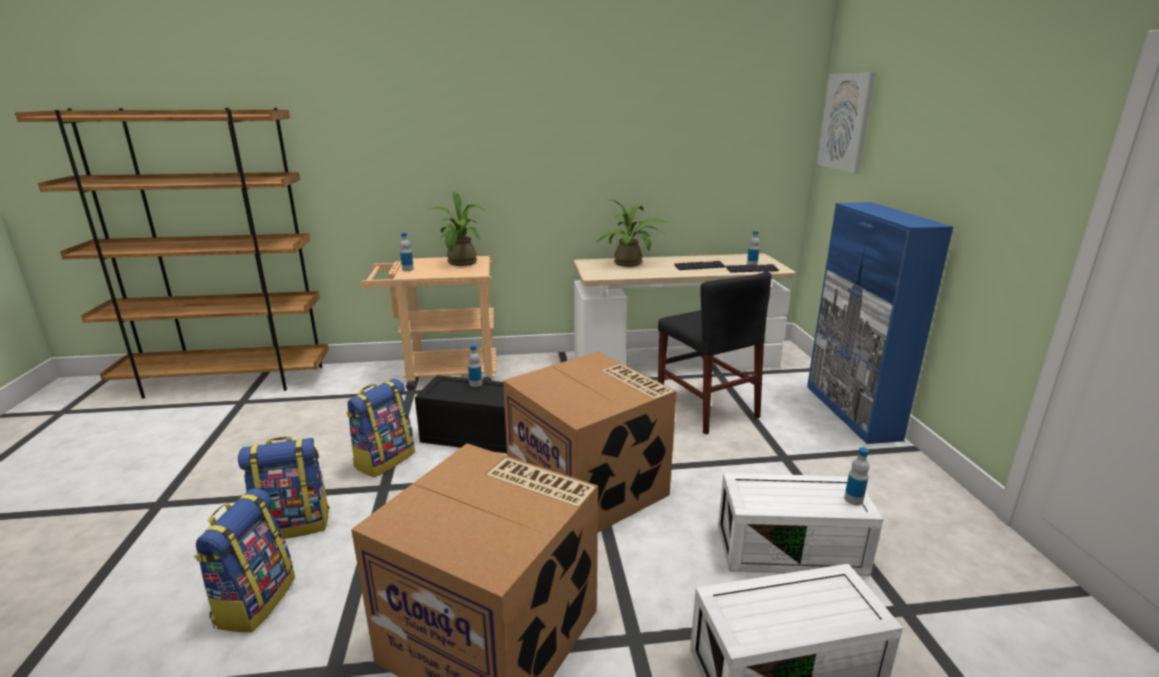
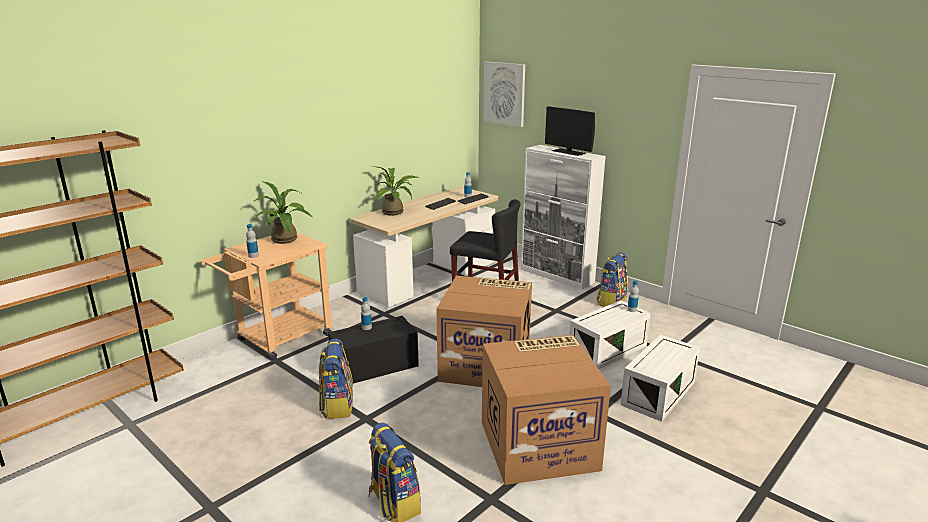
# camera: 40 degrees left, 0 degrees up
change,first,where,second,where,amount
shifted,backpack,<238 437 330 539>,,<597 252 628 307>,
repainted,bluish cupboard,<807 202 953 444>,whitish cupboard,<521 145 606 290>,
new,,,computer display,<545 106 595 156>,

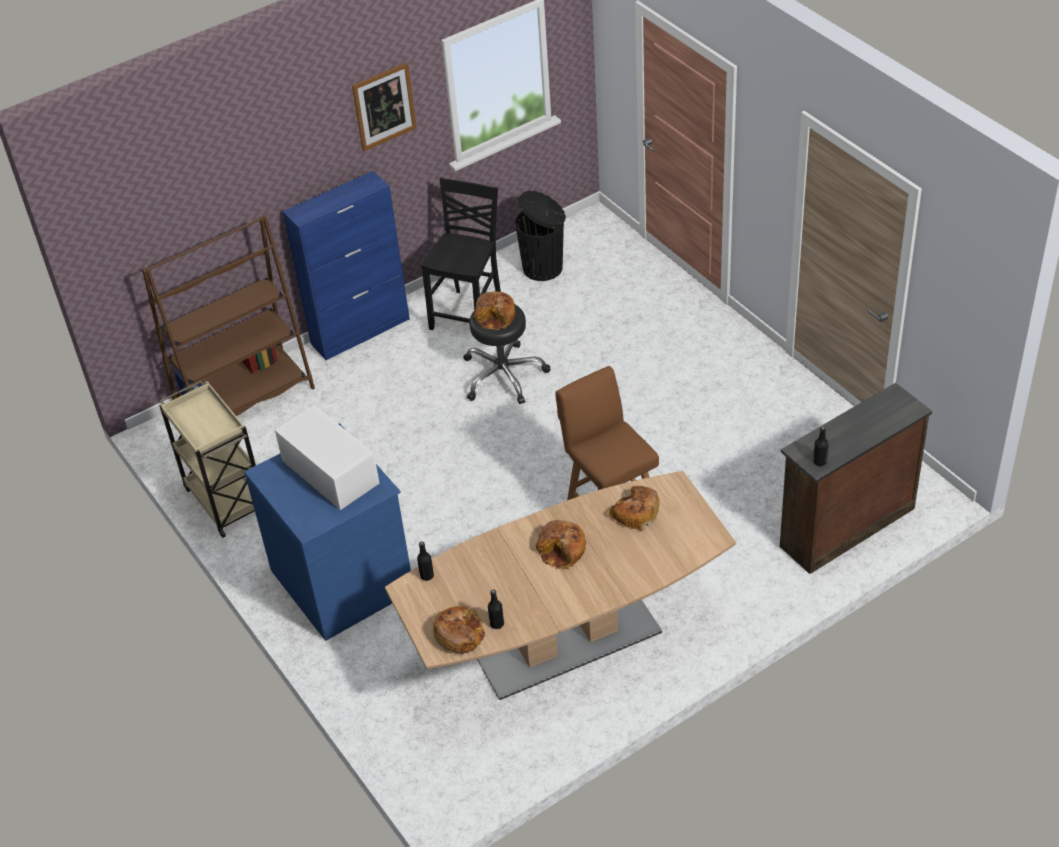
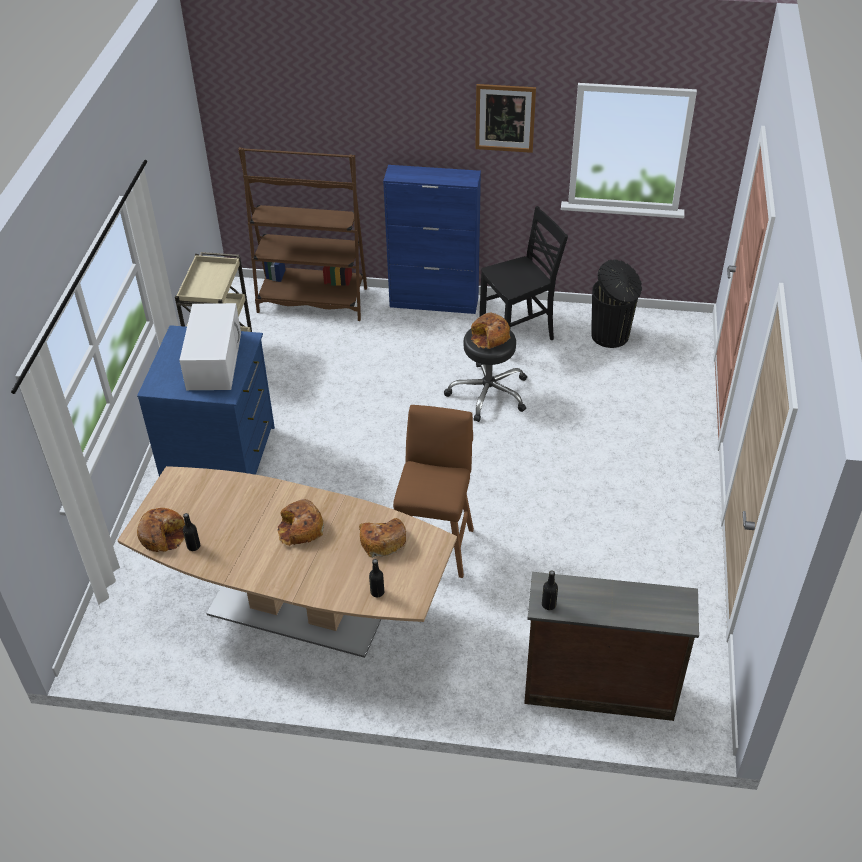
# camera: 40 degrees right, 0 degrees up
change,first,where,second,where,amount
shifted,black drink bottle,<417 542 434 581>,,<369 559 384 597>,

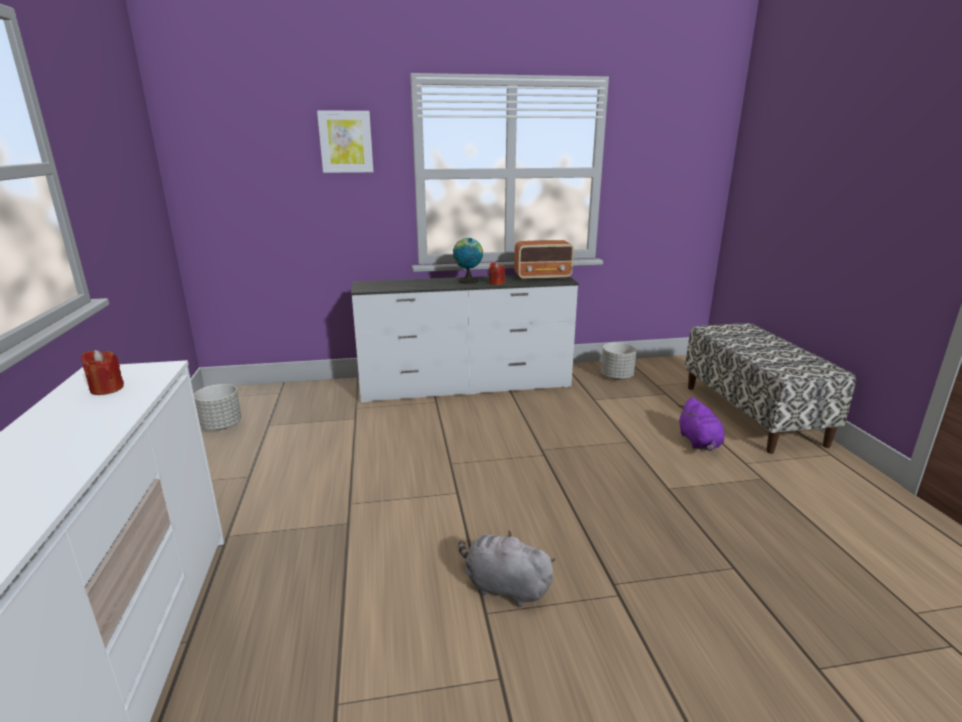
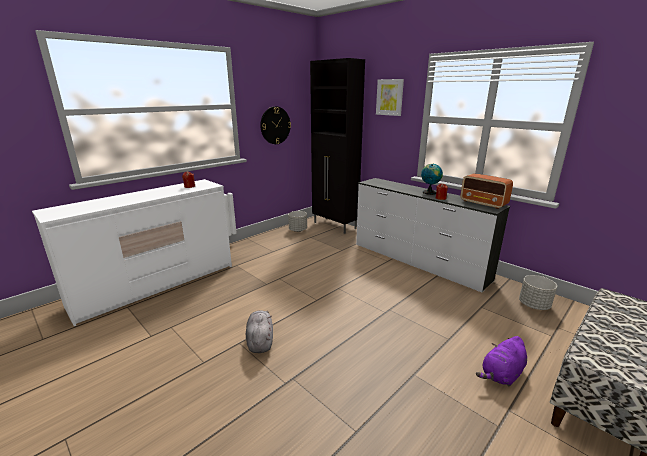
# camera: 55 degrees right, 0 degrees up
change,first,where,second,where,amount
new,,,clock on the wall,<260 106 291 144>,
new,,,black cupboard,<310 58 365 234>,

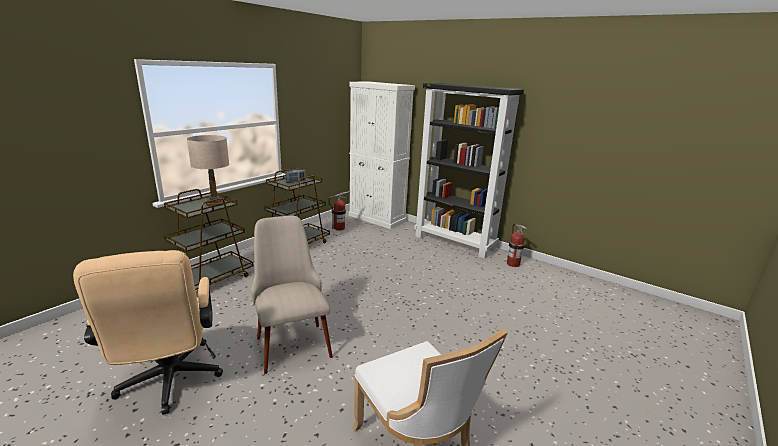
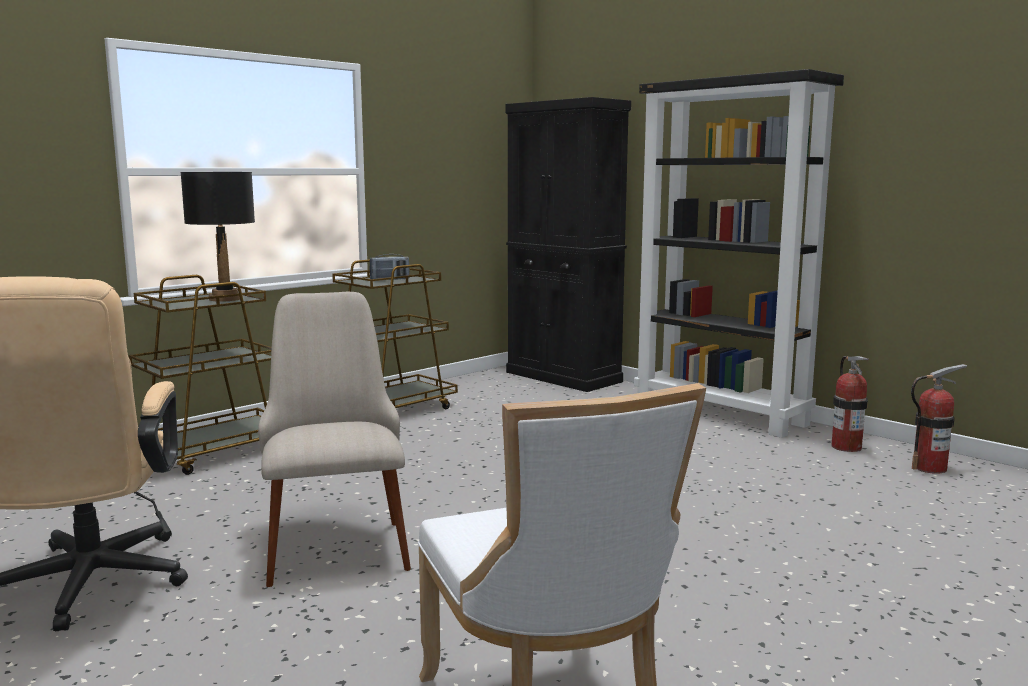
# camera: 10 degrees right, 10 degrees down
change,first,where,second,where,amount
repainted,sand-coloured tabletop lamp,<187 135 229 207>,black tabletop lamp,<180 172 255 302>,
shifted,fire extinguisher,<328 191 350 230>,,<911 364 968 474>,
repainted,whitish cupboard,<349 82 415 229>,black cupboard,<505 97 631 392>,

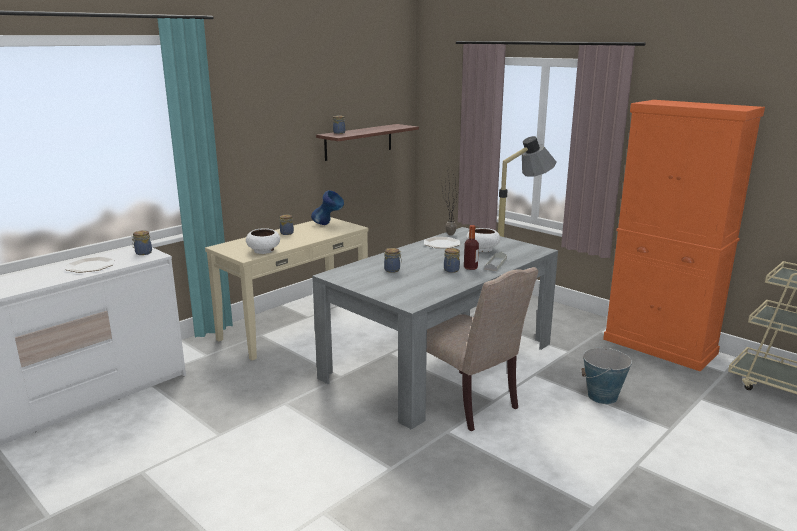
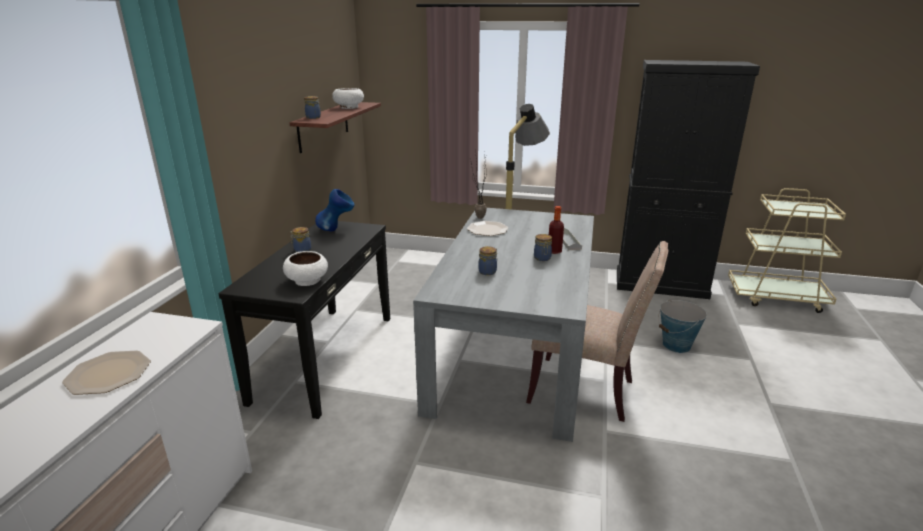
# camera: 30 degrees left, 5 degrees up
change,first,where,second,where,amount
gone,preserve jar,<132 230 152 255>,,,
repainted,sand-coloured hall table,<205 217 369 360>,black hall table,<219 221 390 419>,
shifted,whitish deep dish,<466 228 500 252>,,<332 88 364 109>,
repainted,orange-coloured cupboard,<603 100 765 371>,black cupboard,<617 60 760 299>,

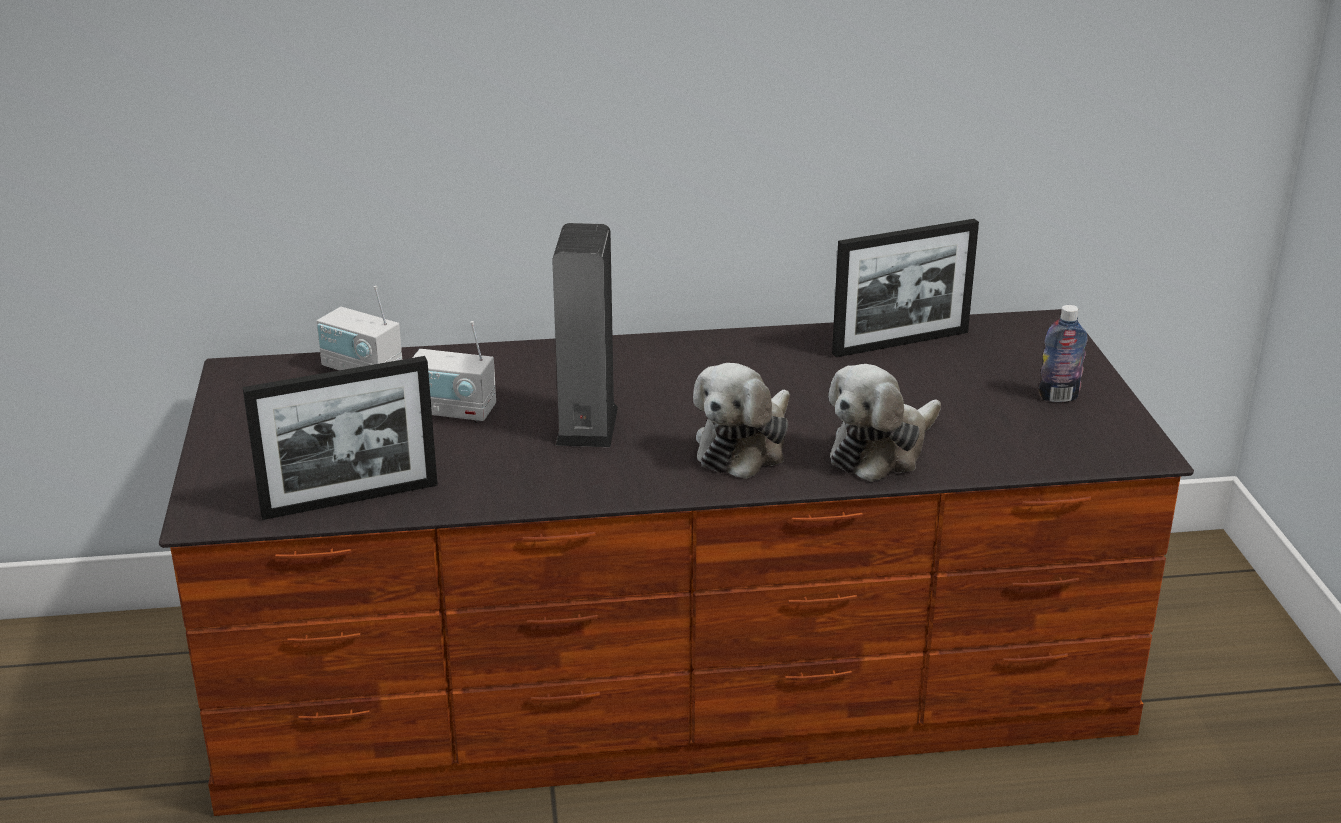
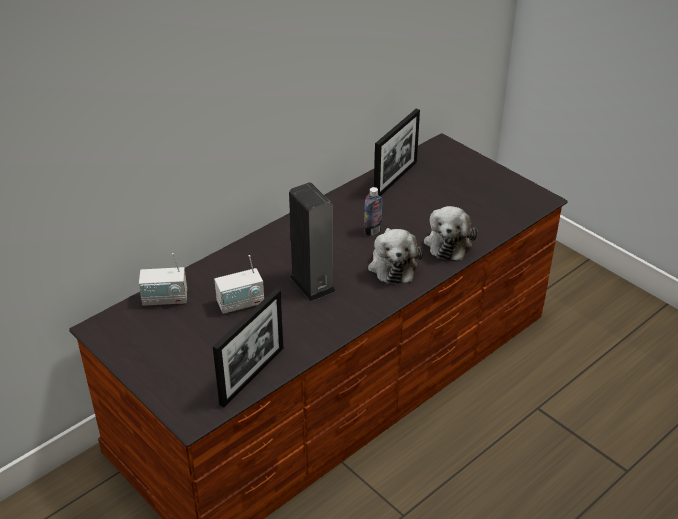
# camera: 35 degrees left, 10 degrees up
change,first,where,second,where,amount
shifted,drink bottle,<1039 305 1087 402>,,<364 187 382 236>,

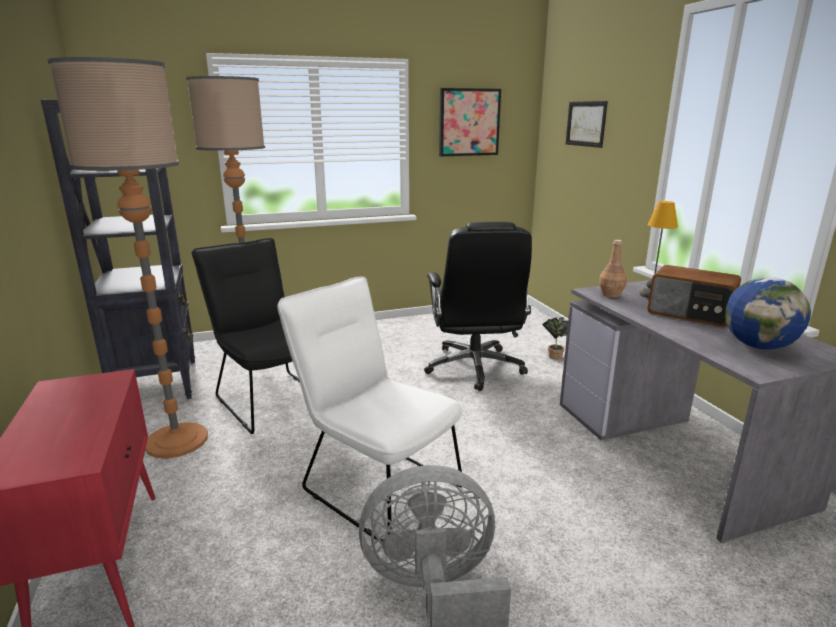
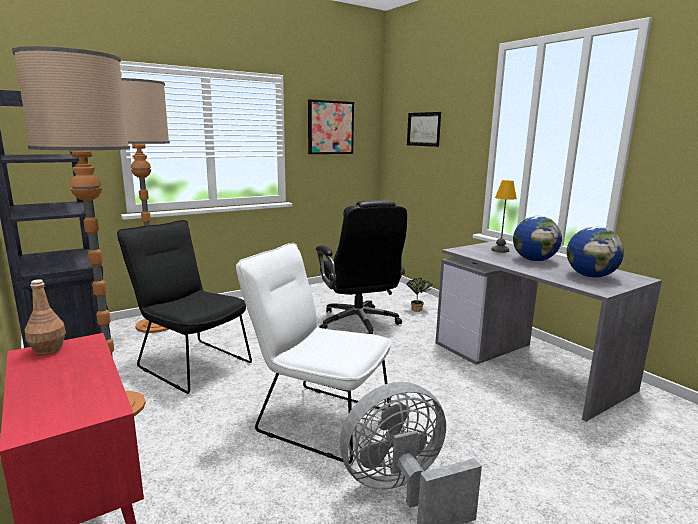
# camera: 15 degrees left, 5 degrees down
change,first,where,second,where,amount
shifted,brown drink bottle,<599 240 627 297>,,<25 279 66 355>,
swapped,radio receiver,<648 265 741 327>,world globe,<513 216 562 261>,

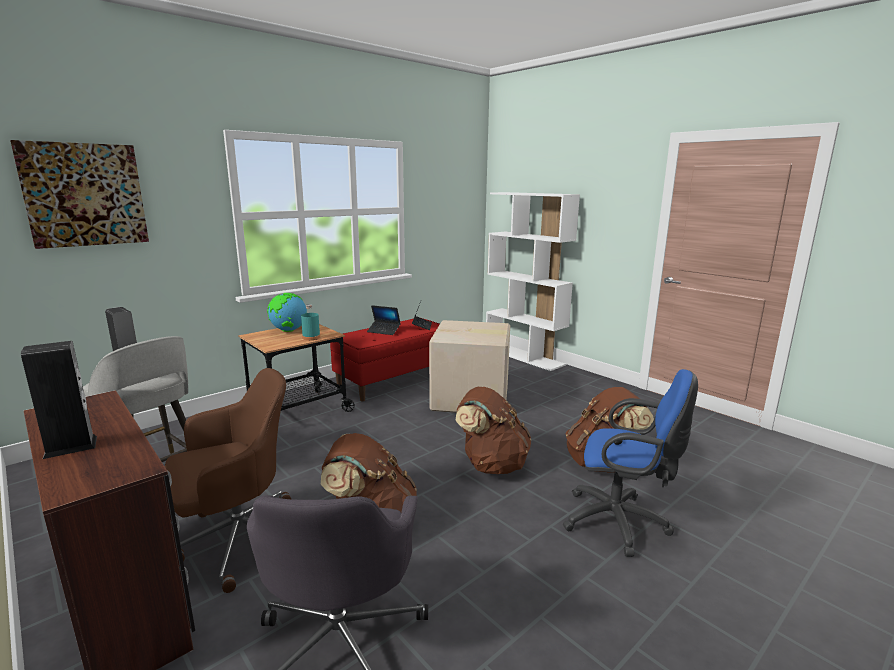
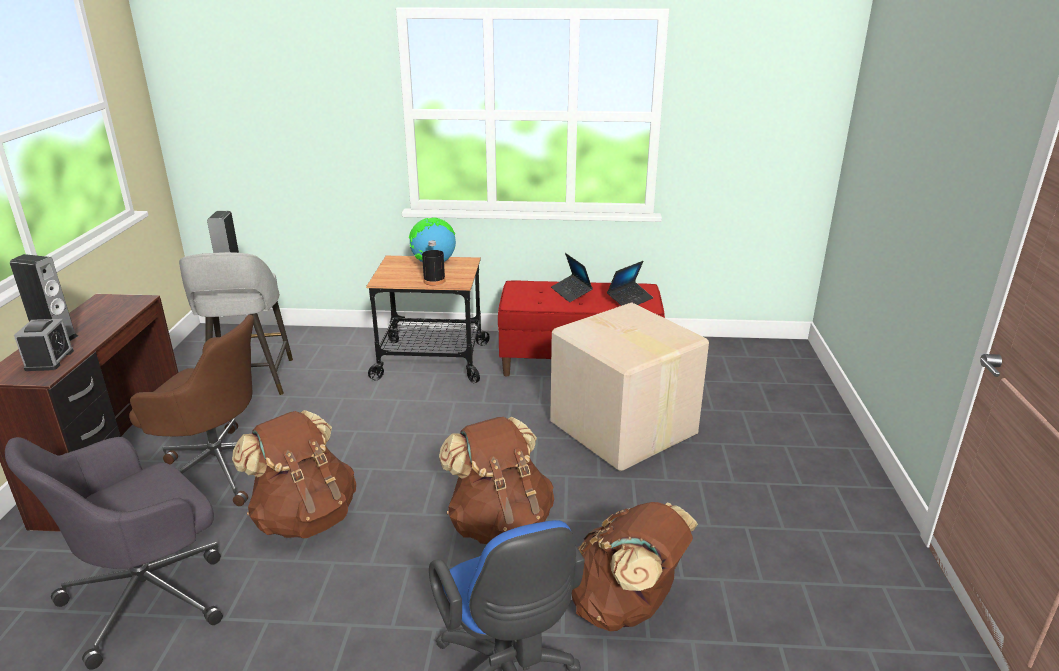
# camera: 45 degrees right, 10 degrees up
change,first,where,second,where,amount
gone,wall art,<10 140 149 249>,,,
repainted,turquoise drink bottle,<301 304 320 340>,black drink bottle,<422 240 445 286>,
gone,whitish shelving unit,<486 192 580 371>,,,
new,,,bedside clock,<14 319 74 371>,

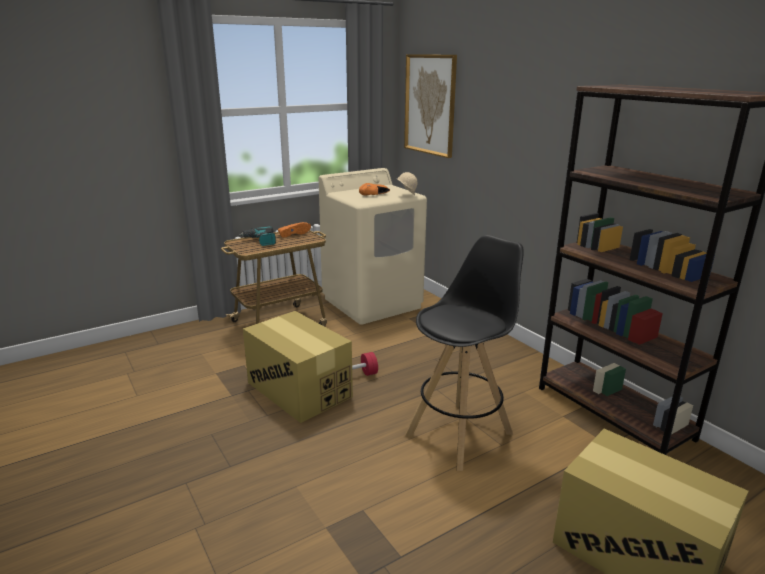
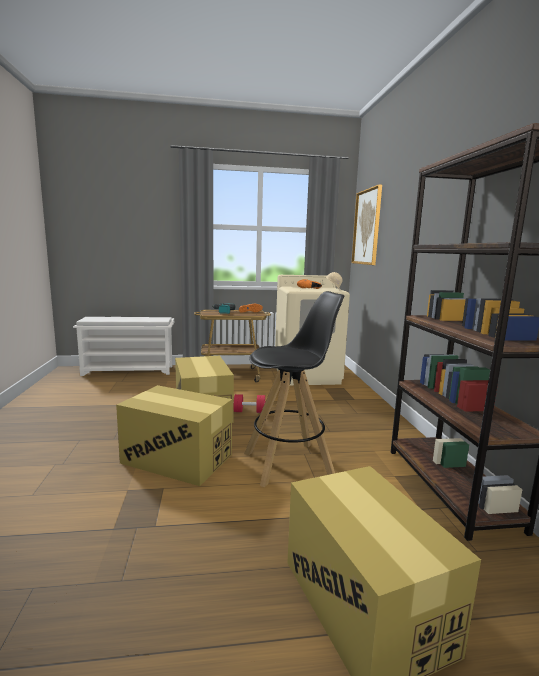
# camera: 25 degrees right, 10 degrees down
change,first,where,second,where,amount
new,,,whitish shoe stand,<73 317 174 376>,
new,,,packing box,<116 385 232 486>,

